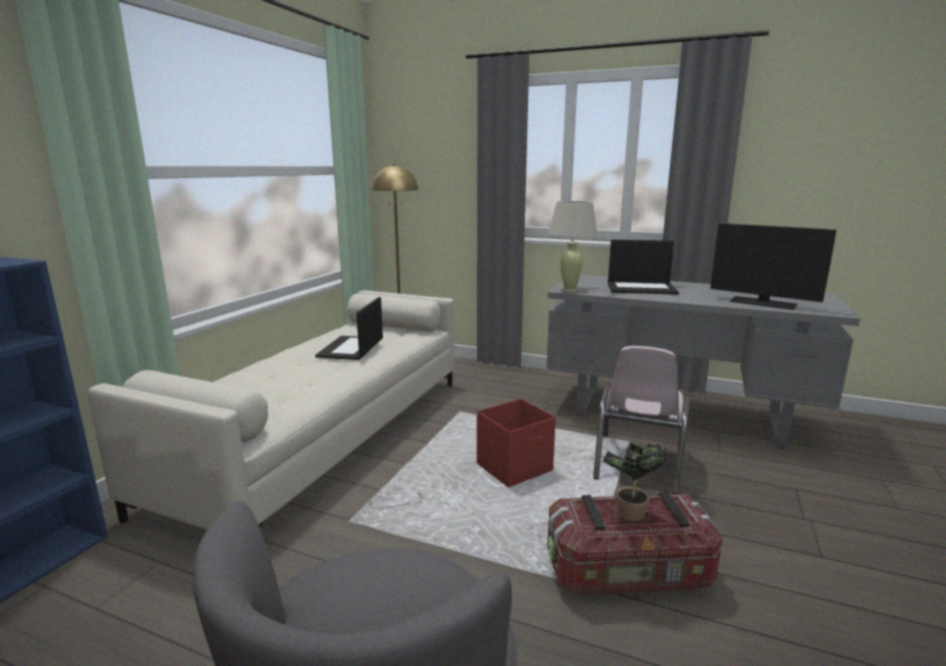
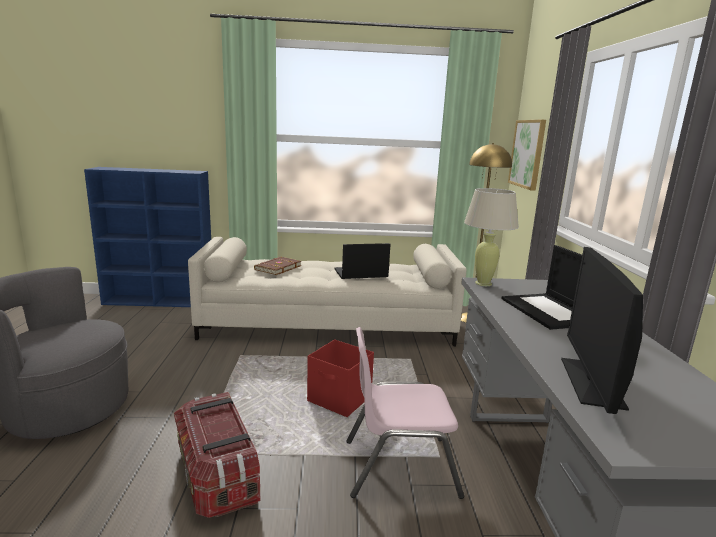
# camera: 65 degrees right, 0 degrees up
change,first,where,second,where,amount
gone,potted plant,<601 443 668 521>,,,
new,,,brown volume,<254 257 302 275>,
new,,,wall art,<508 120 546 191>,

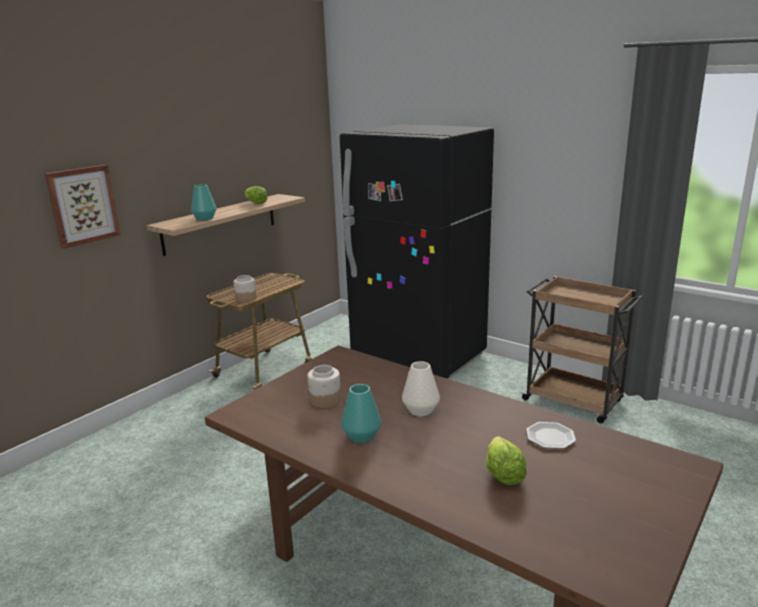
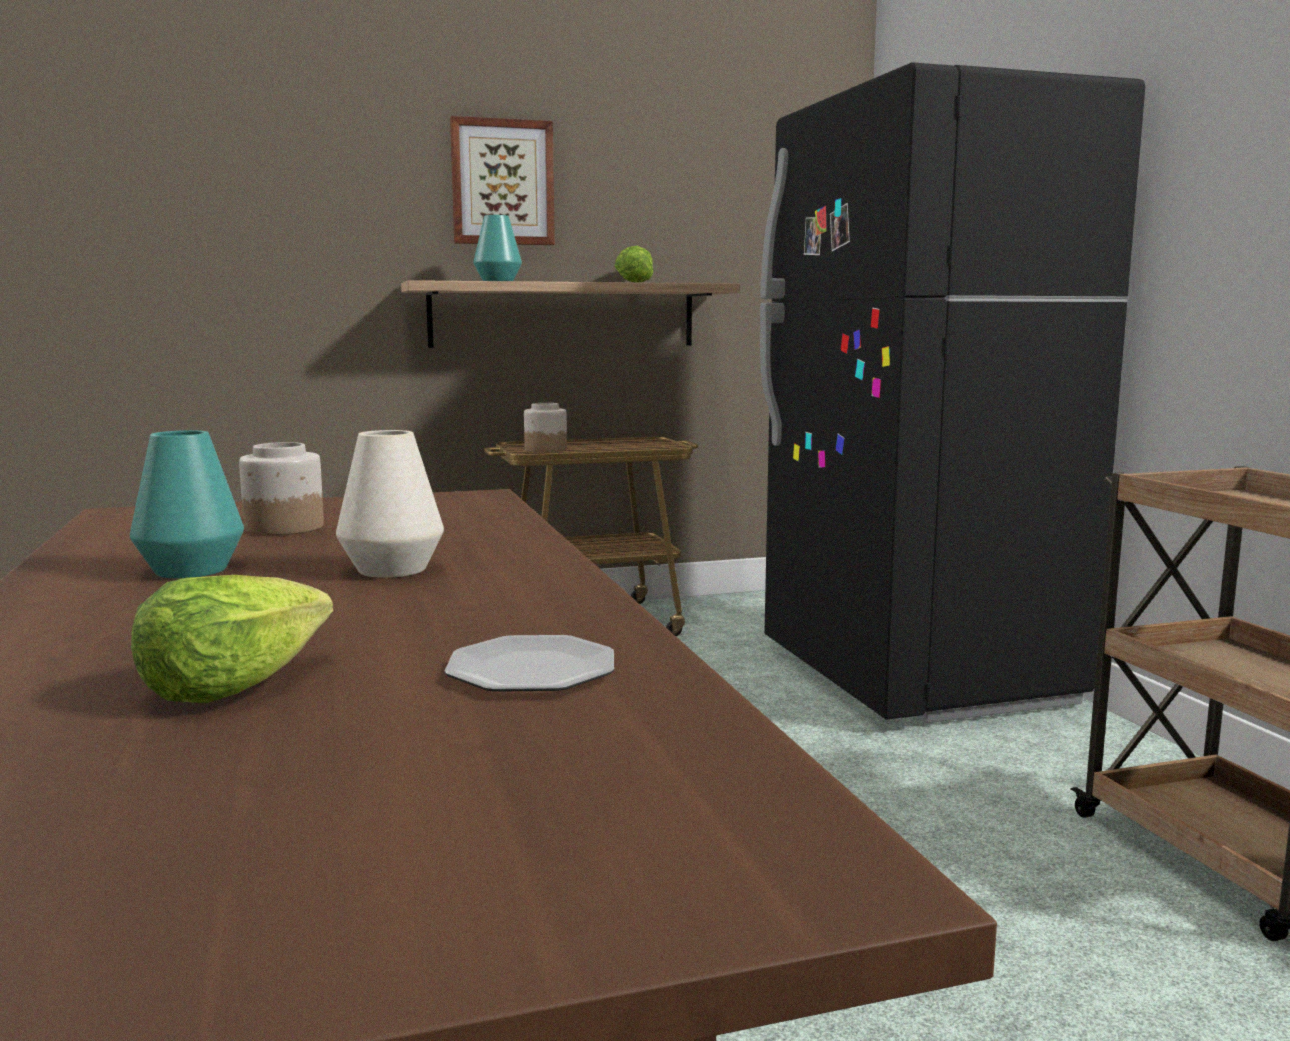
# camera: 35 degrees right, 10 degrees down
change,first,where,second,where,amount
shifted,wall art,<44 165 121 249>,,<450 116 555 245>,

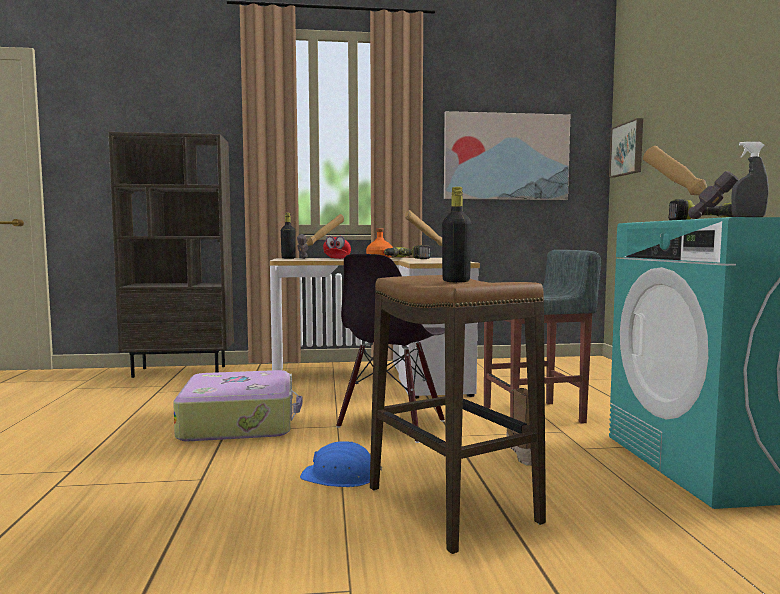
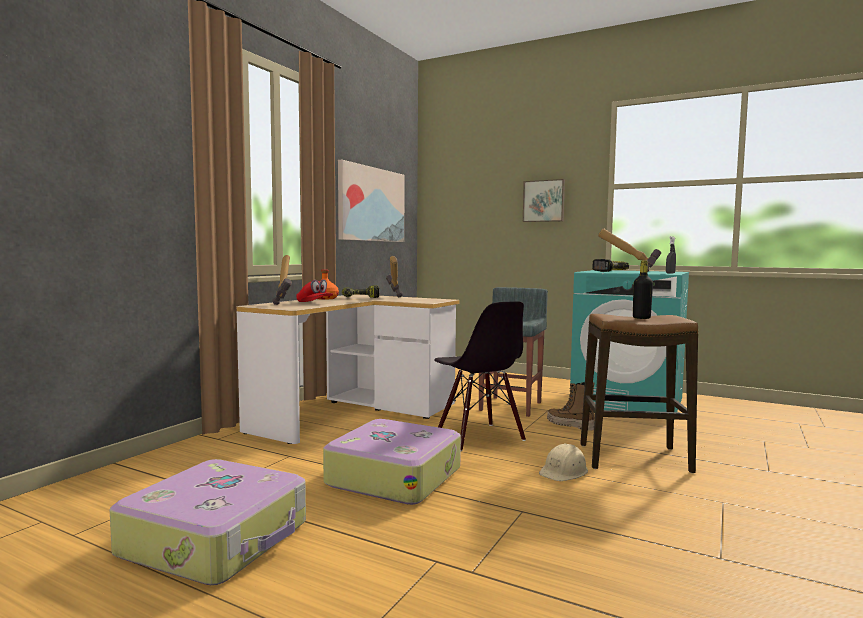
# camera: 55 degrees left, 0 degrees up
change,first,where,second,where,amount
gone,brown shelving unit,<108 132 234 378>,,,
gone,black drink bottle,<281 213 296 259>,,,
repainted,bluish safety helmet,<300 441 382 487>,sand-coloured safety helmet,<539 443 588 481>,
shifted,wall art,<609 118 643 177>,,<523 179 565 222>,
new,,,travel case,<109 459 306 585>,

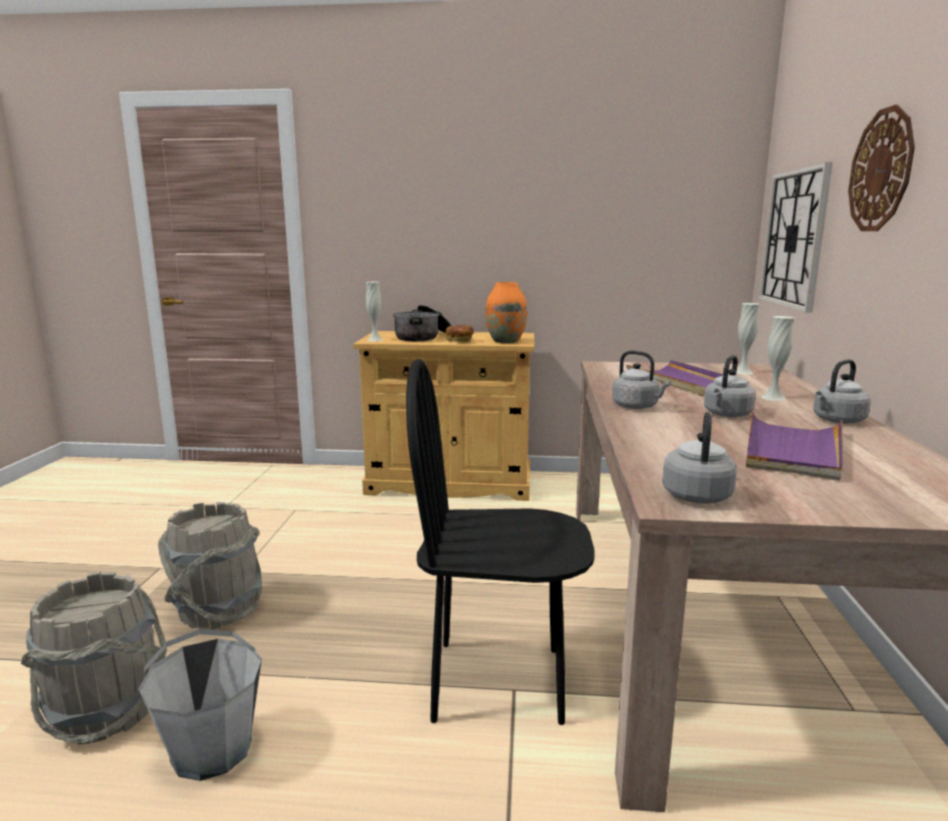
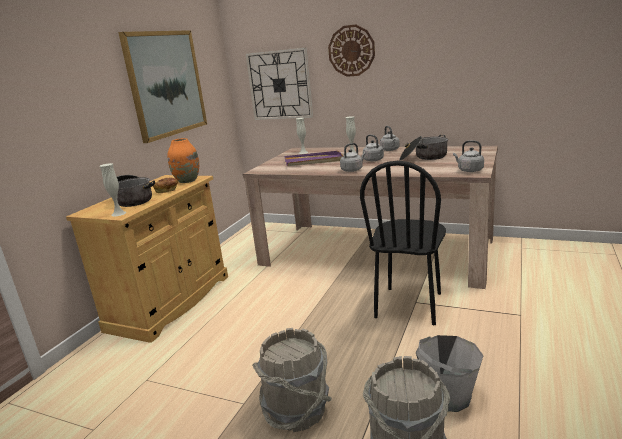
# camera: 70 degrees left, 5 degrees up
change,first,where,second,where,amount
swapped,purple-coloured serving tray,<746 411 843 481>,stockpot,<400 135 448 161>,
new,,,wall art,<118 30 207 143>,

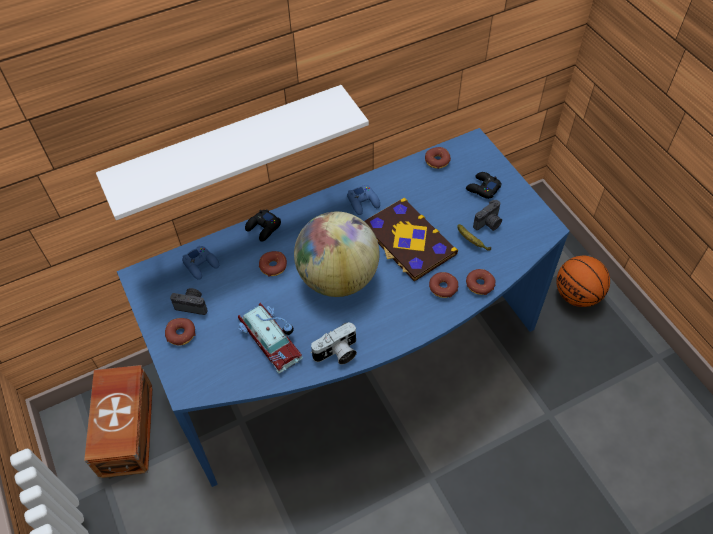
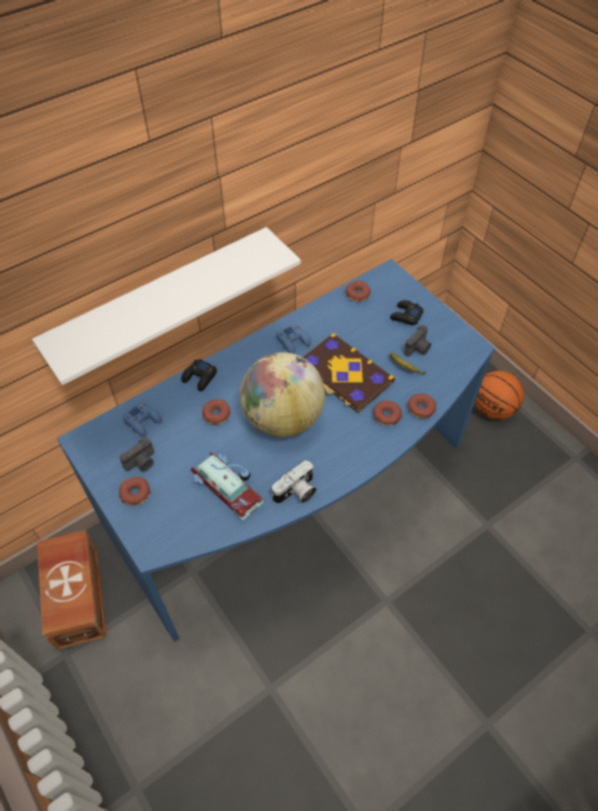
# camera: 10 degrees left, 0 degrees up
change,first,where,second,where,amount
rotated,photo camera,<170 288 208 315>,,<120 438 154 472>,135 degrees clockwise

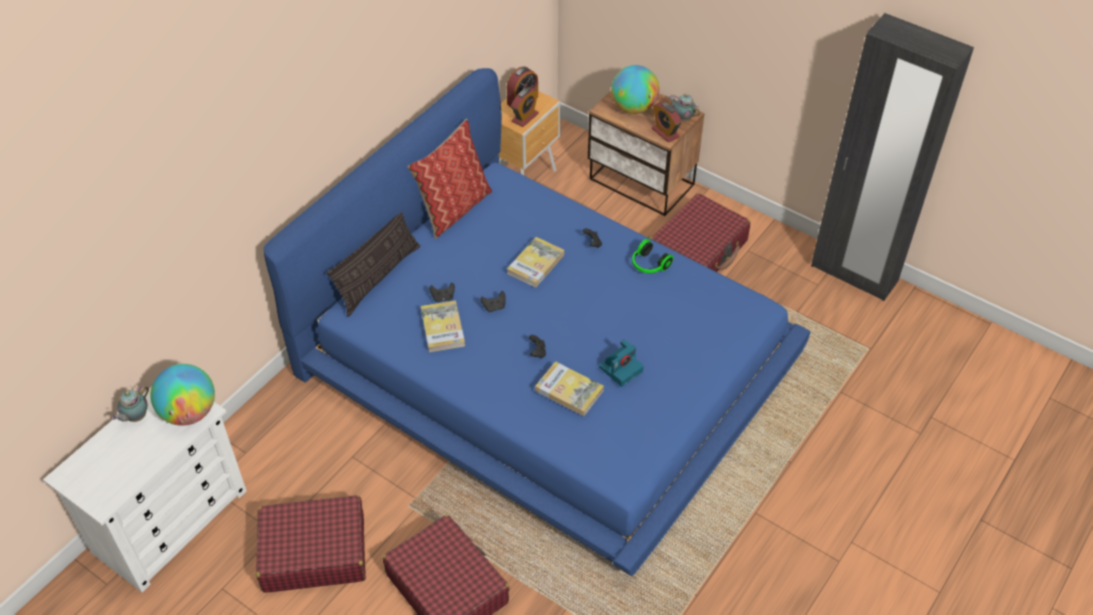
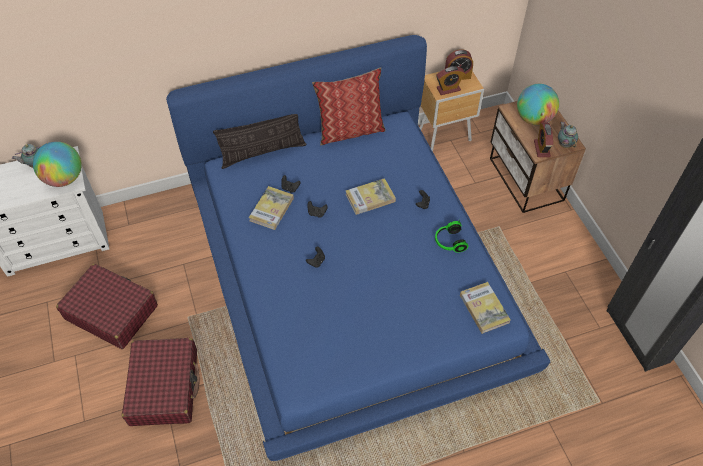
# camera: 35 degrees right, 5 degrees up
change,first,where,second,where,amount
shifted,volume,<535 361 604 416>,,<460 282 511 334>,
gone,photo camera,<599 339 644 387>,,,
gone,red travel case,<651 193 750 272>,,,

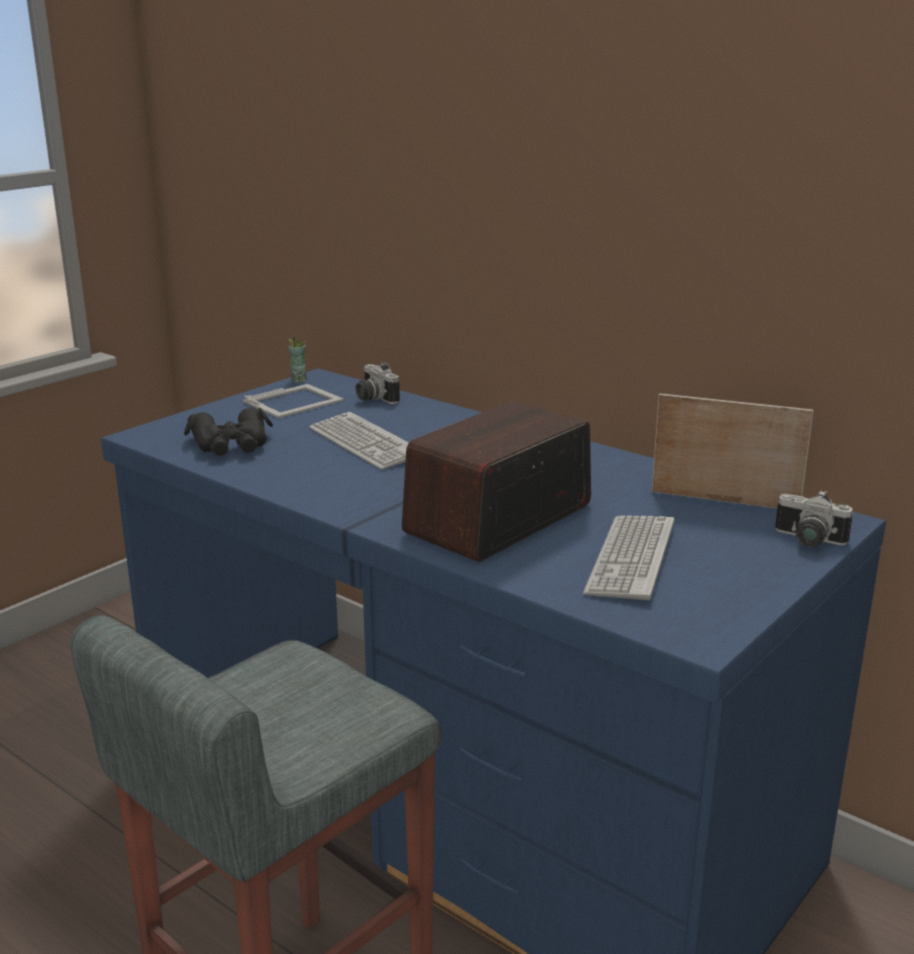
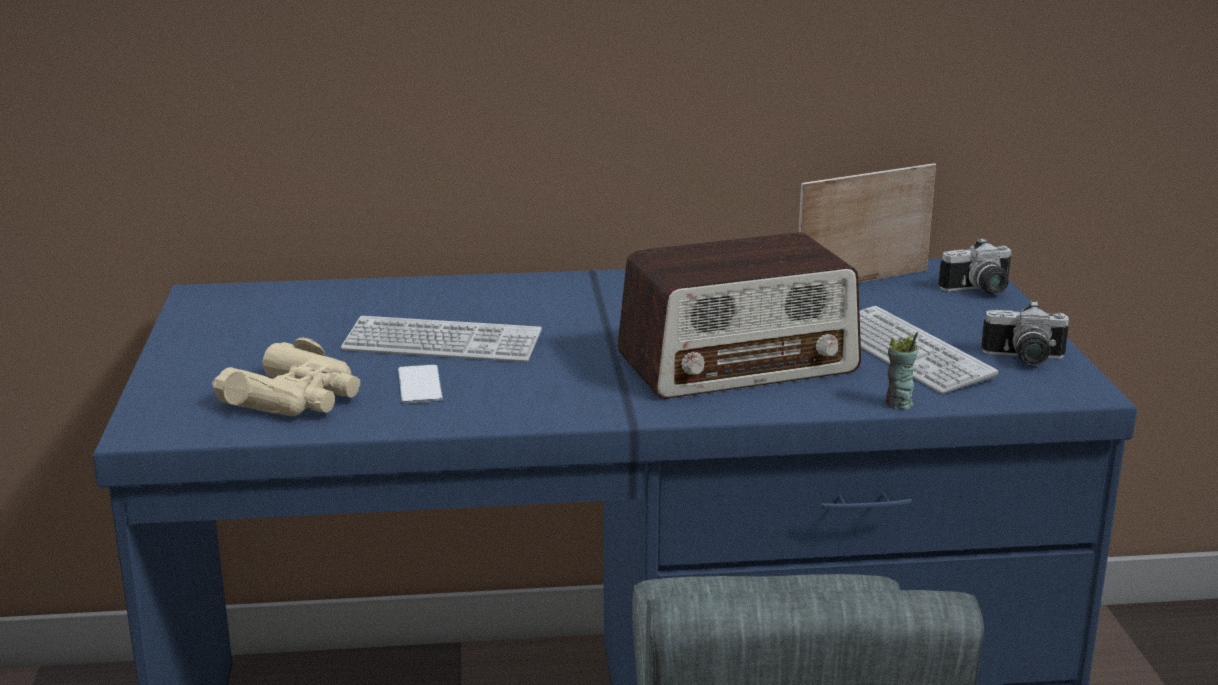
# camera: 45 degrees left, 0 degrees up
change,first,where,second,where,amount
repainted,black pair of binoculars,<184 408 273 456>,sand-coloured pair of binoculars,<212 337 360 416>,
gone,photo frame,<243 384 344 418>,,,
shifted,small cup,<288 336 307 383>,,<886 332 918 410>,
shifted,photo camera,<355 362 400 404>,,<981 300 1069 365>,
rotated,radio receiver,<402 401 591 562>,,<617 232 861 399>,105 degrees counterclockwise
new,,,telephone,<398 364 443 404>,

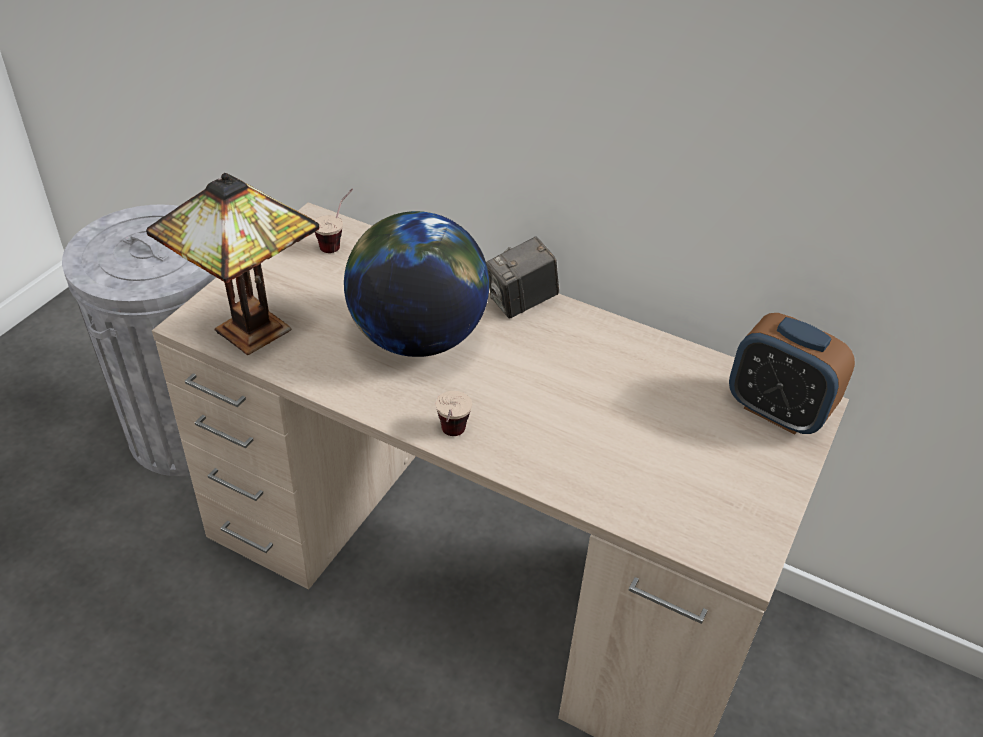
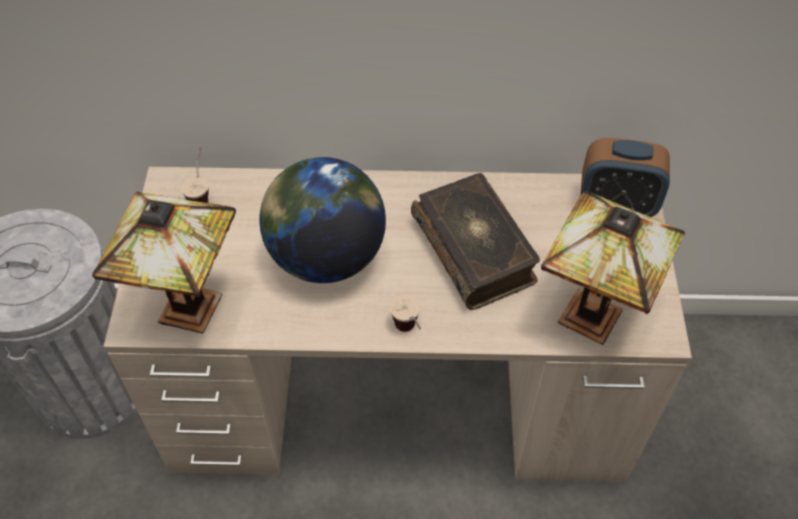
# camera: 25 degrees left, 10 degrees up
change,first,where,second,where,amount
gone,photo camera,<486 237 559 318>,,,
new,,,volume,<411 173 540 310>,
new,,,tabletop lamp,<541 191 685 345>,

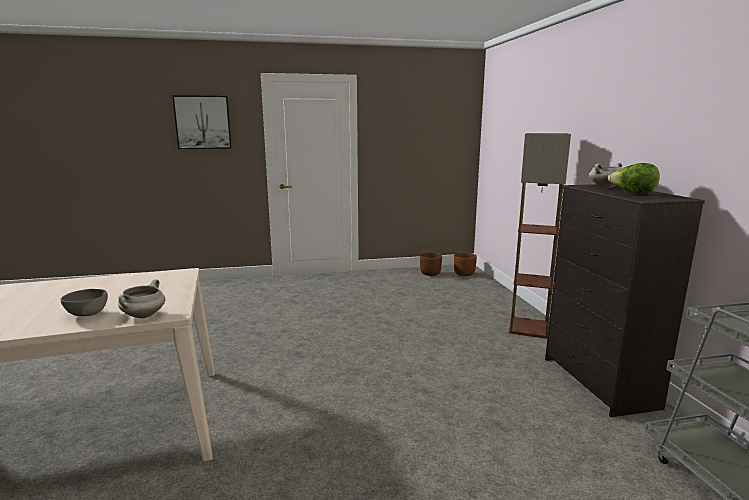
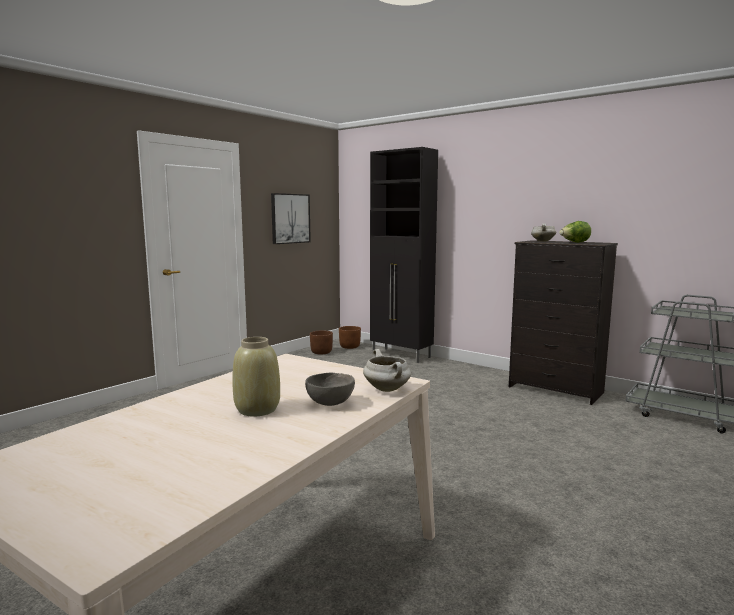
# camera: 40 degrees left, 5 degrees down
change,first,where,second,where,amount
shifted,wall art,<172 95 232 149>,,<271 193 311 244>,
gone,standing lamp,<509 133 571 339>,,,
new,,,sand-coloured vase,<232 337 280 417>,
new,,,black cupboard,<370 147 438 363>,

